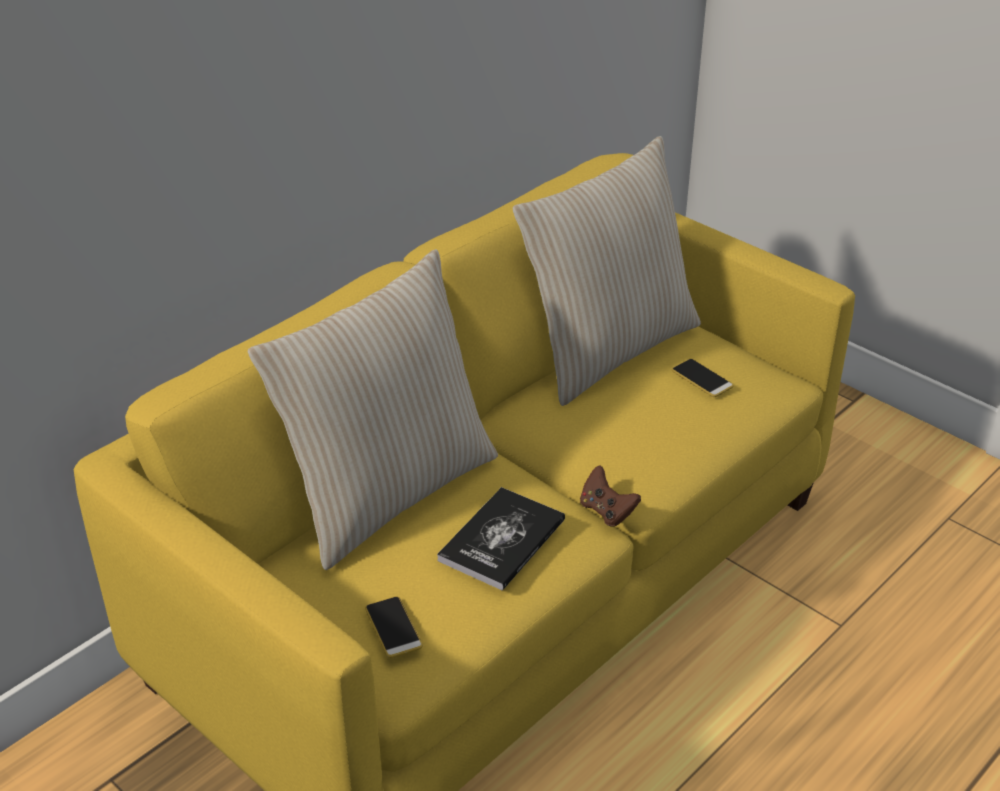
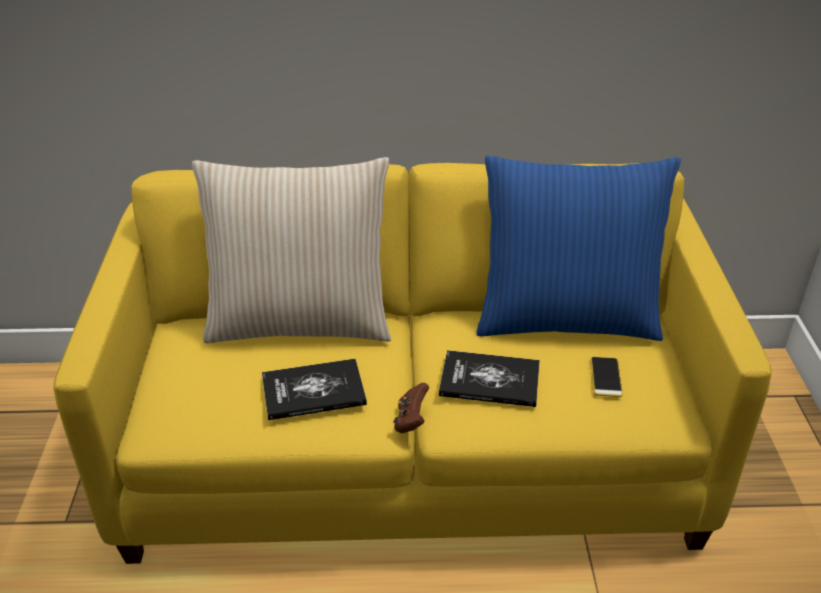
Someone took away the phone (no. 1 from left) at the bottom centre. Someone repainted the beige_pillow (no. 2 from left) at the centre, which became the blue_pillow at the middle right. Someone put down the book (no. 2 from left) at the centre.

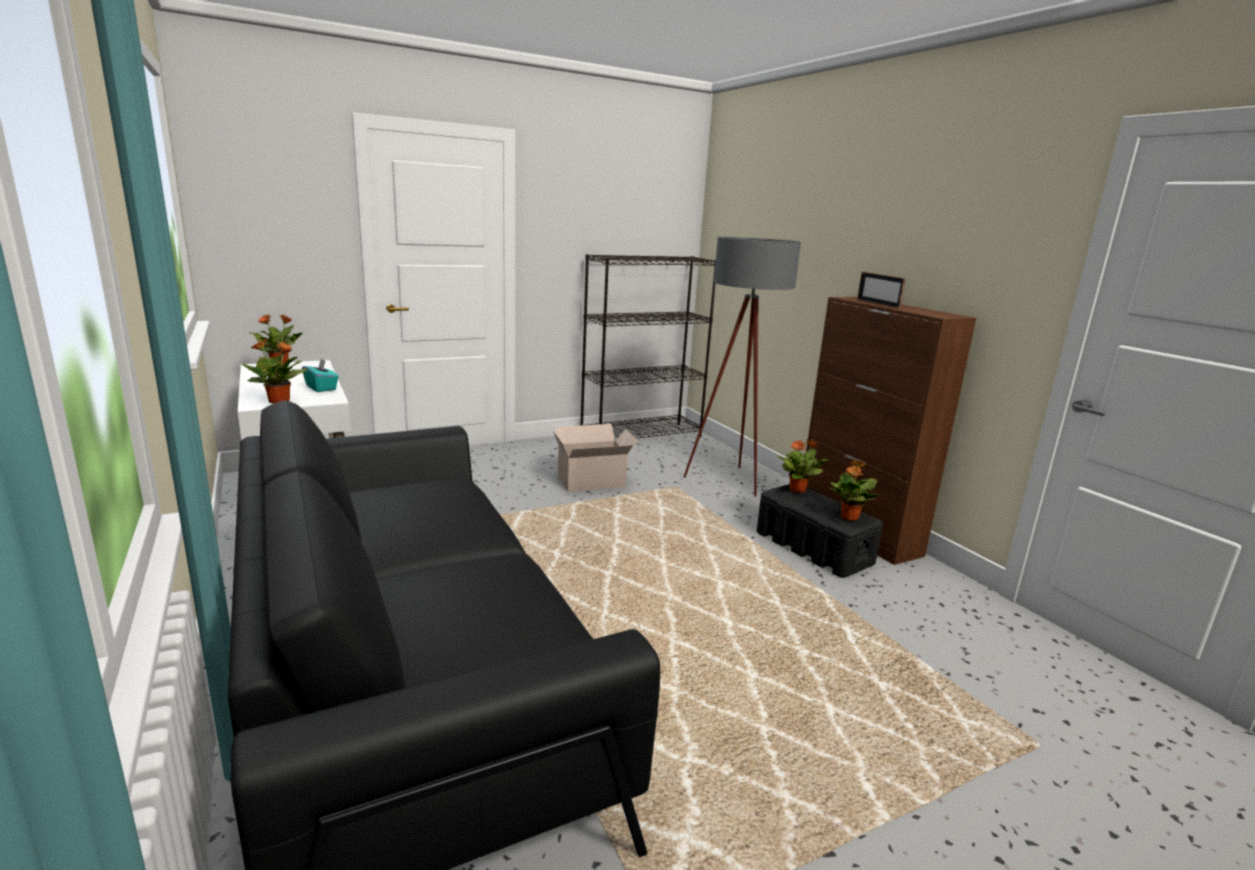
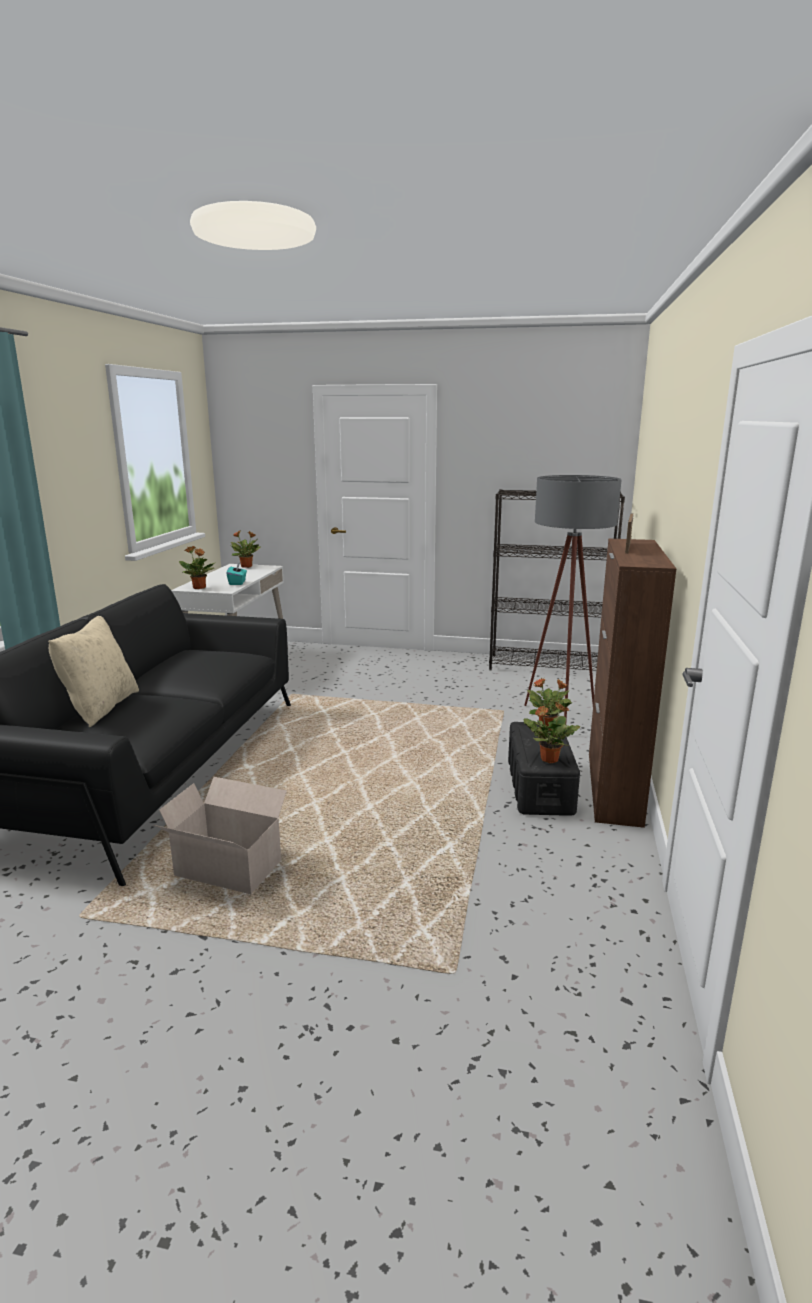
Someone carried the cardboard_box from the centre to the middle left. Someone put down the beige_pillow at the middle left.

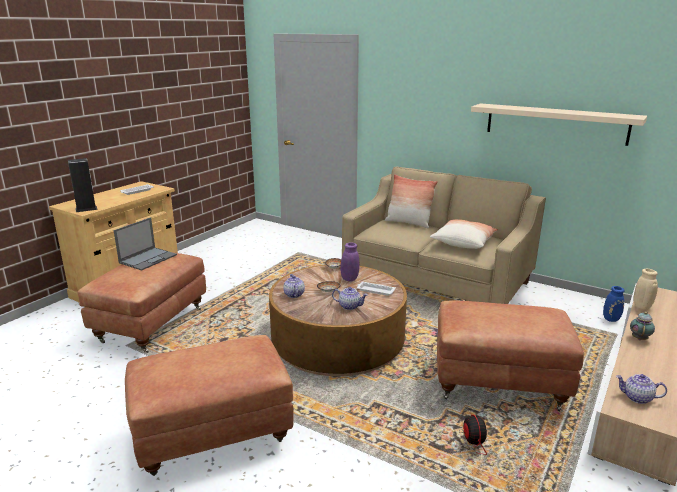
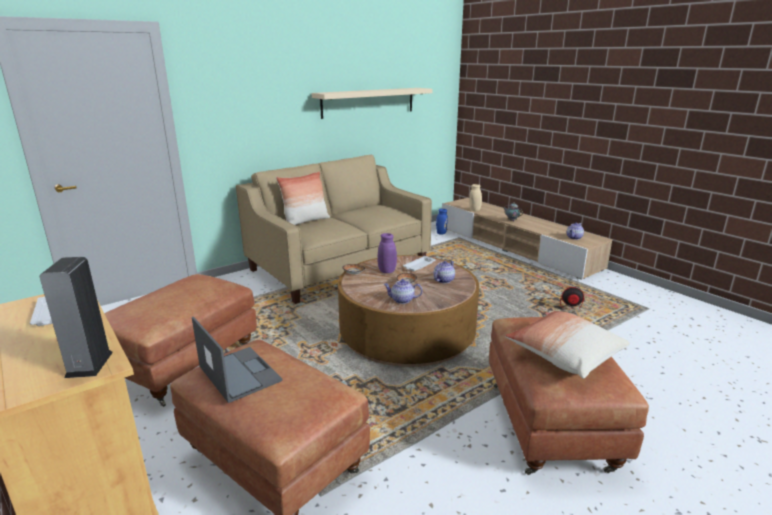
Someone carried the pillow (no. 2 from left) from the middle right to the bottom right. Someone carried the brown_ottoman (no. 3 from left in the first image) from the bottom right to the middle left.

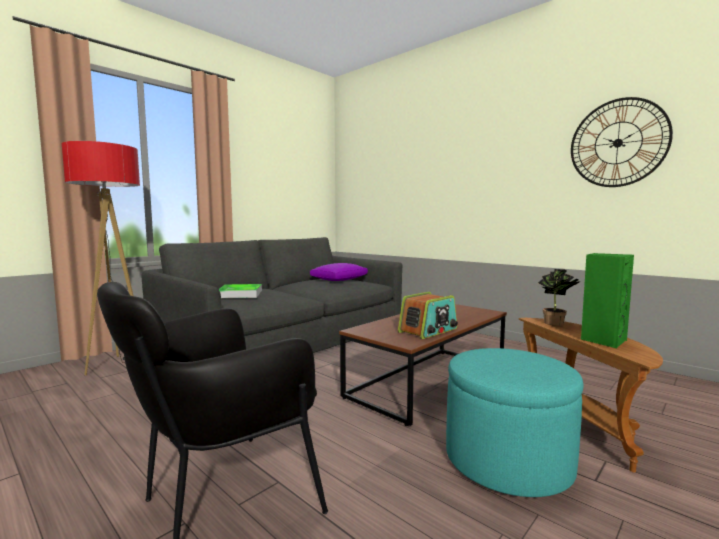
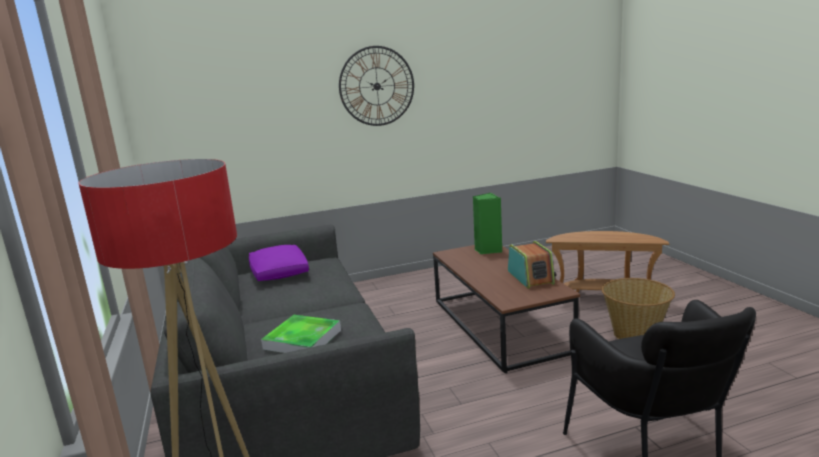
Someone swapped the turquoise_ottoman at the bottom right for the basket at the bottom right. Someone took away the potted_plant at the middle right. Someone carried the wall_clock from the top right to the top centre. Someone carried the green_speaker from the middle right to the centre.

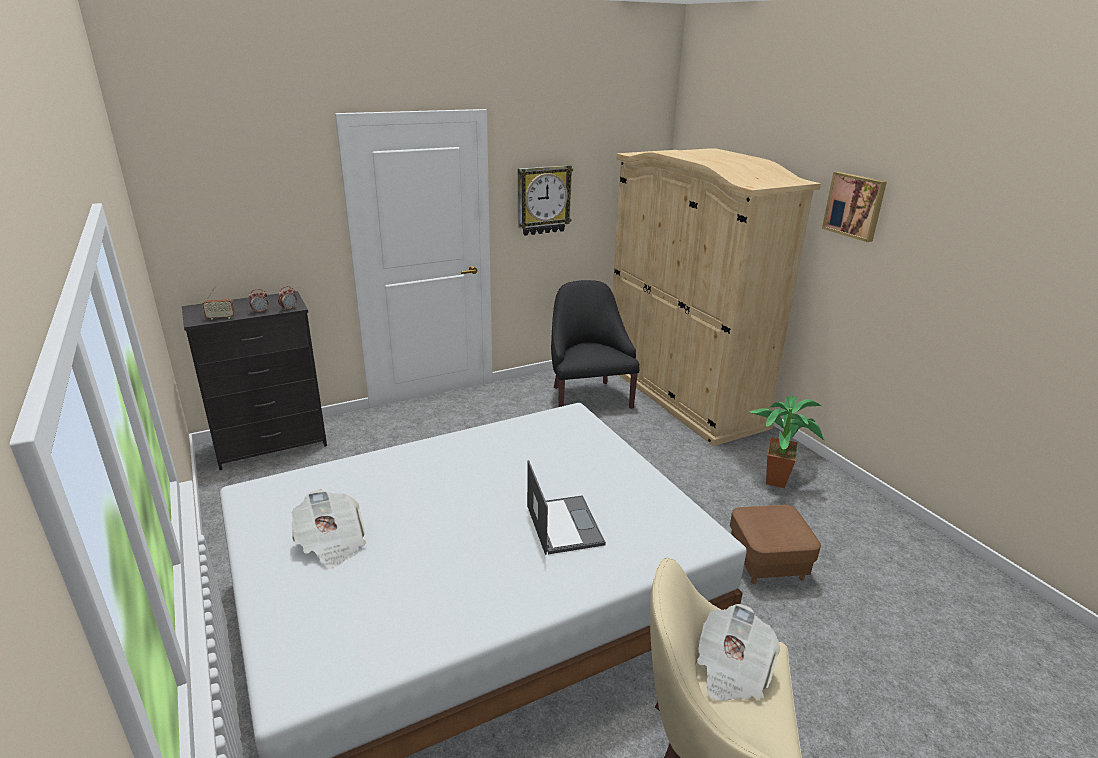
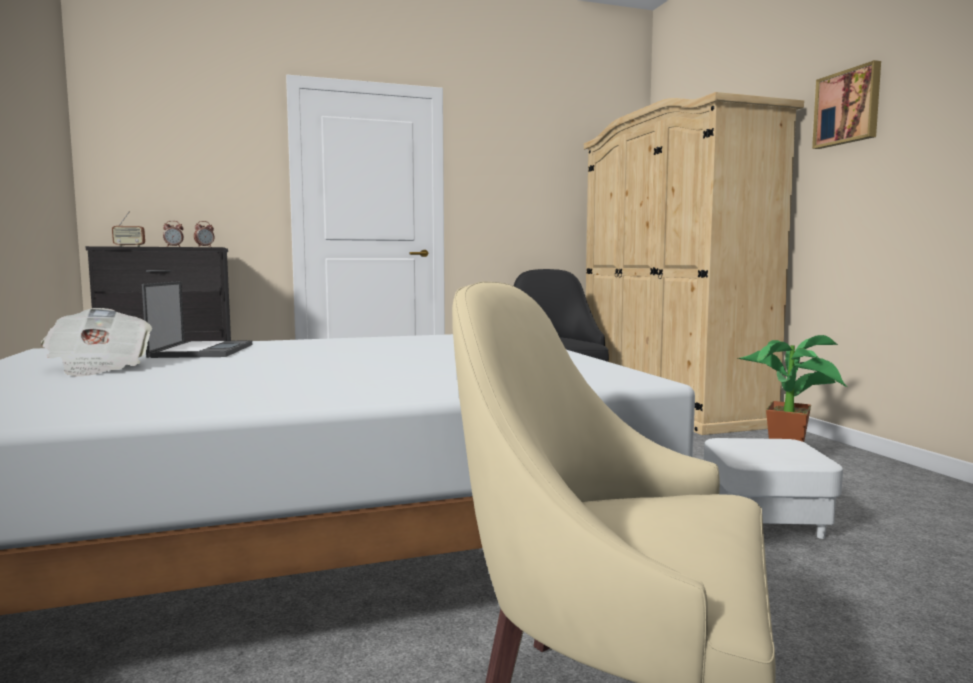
Someone took away the wall_clock at the top centre. Someone carried the laptop from the bottom centre to the middle left. Someone took away the newspaper (no. 2 from left) at the bottom right. Someone repainted the brown_ottoman at the bottom right, which became the white_ottoman at the bottom right.

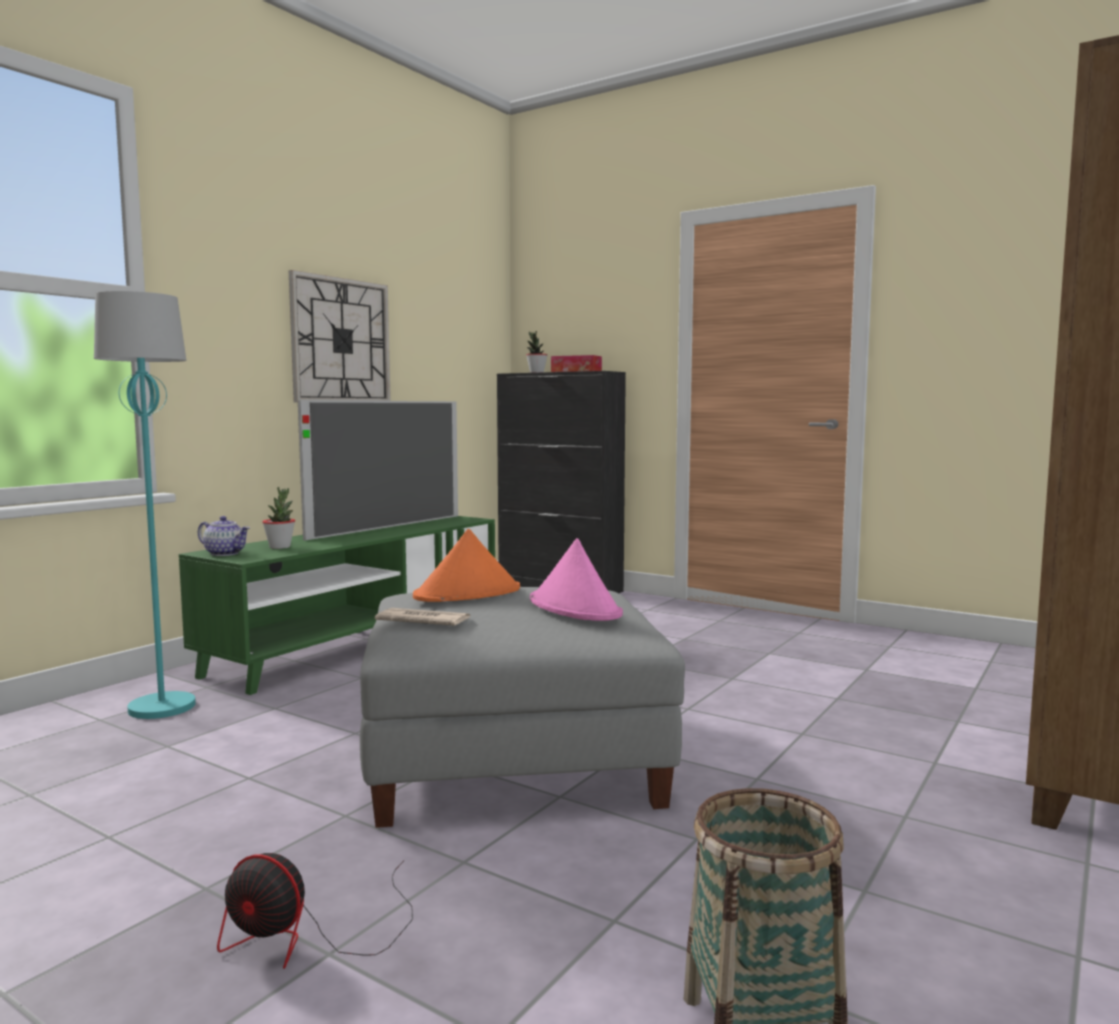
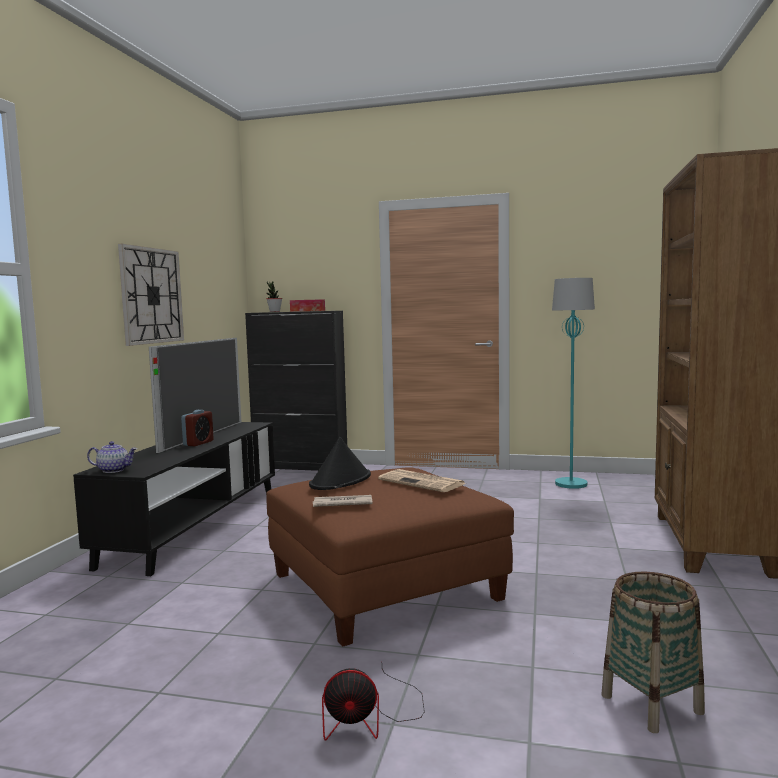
Someone carried the turquoise_floor_lamp from the middle left to the middle right. Someone repainted the green_tv_stand at the middle left, which became the black_tv_stand at the middle left. Someone took away the potted_plant (no. 1 from left) at the middle left. Someone repainted the grey_ottoman at the bottom centre, which became the brown_ottoman at the bottom centre. Someone repainted the orange_hat at the centre, which became the black_hat at the centre. Someone swapped the pink_hat at the centre for the newspaper (no. 2 from left) at the centre. Someone put down the alarm_clock at the middle left.

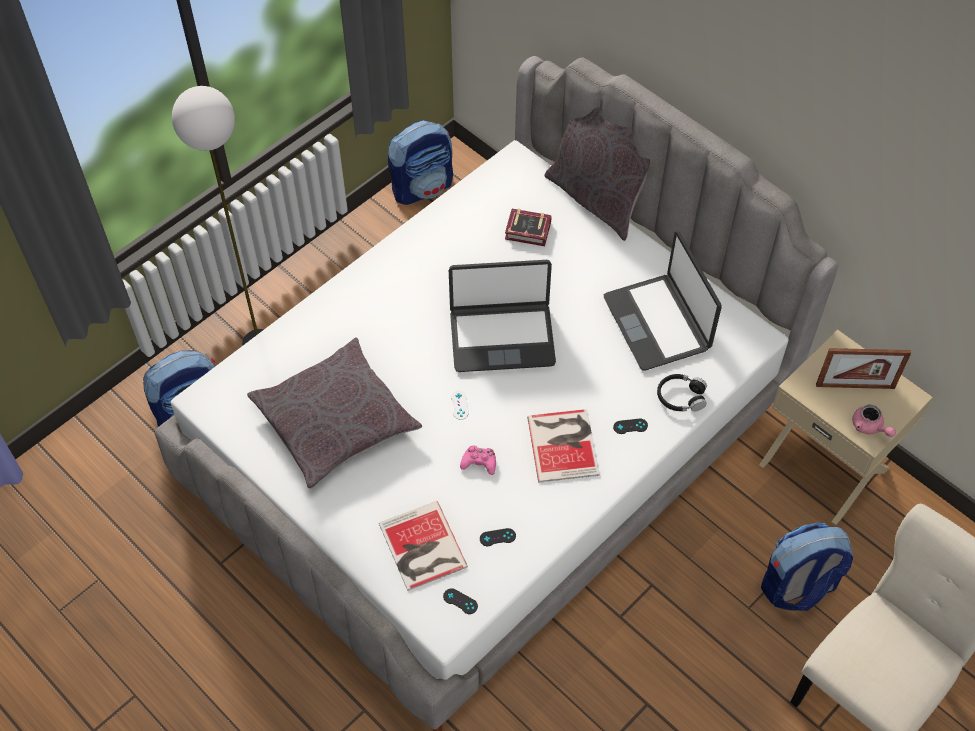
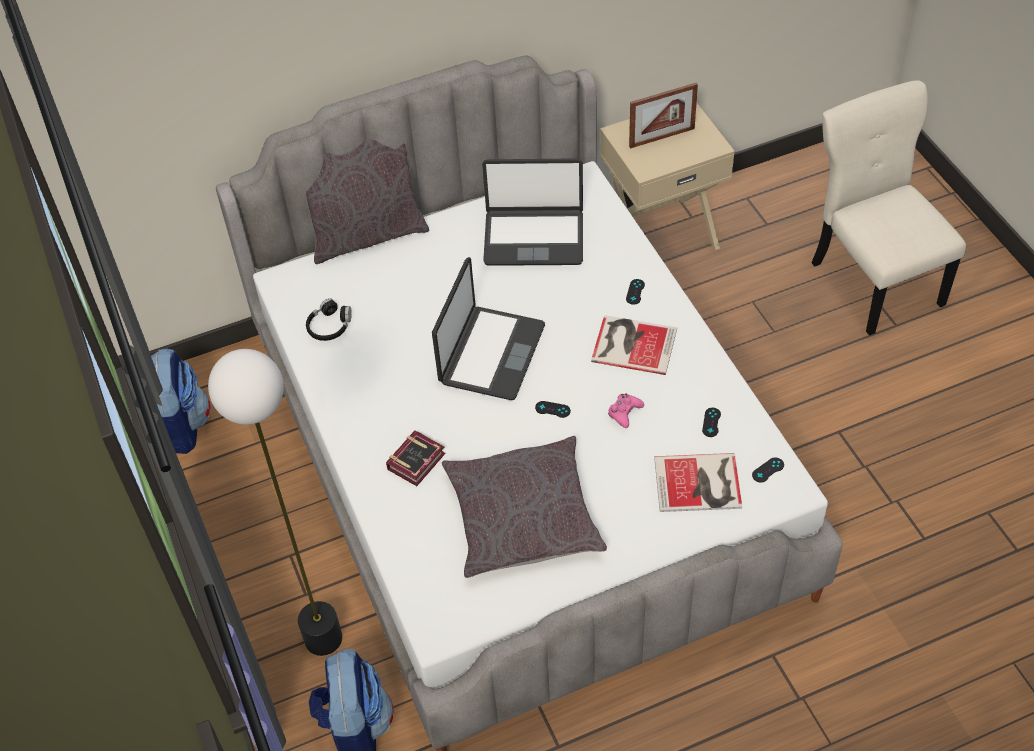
Someone repainted the white_game_controller at the centre, which became the black_game_controller (no. 1 from left) at the centre. Someone carried the book (no. 2 from left in the first image) from the top centre to the centre. Someone carried the black_headphones from the middle right to the middle left. Someone took away the backpack (no. 3 from left) at the bottom right. Someone rotated the picture_frame at the middle right by 45 degrees clockwise. Someone took away the pink_teapot at the middle right.

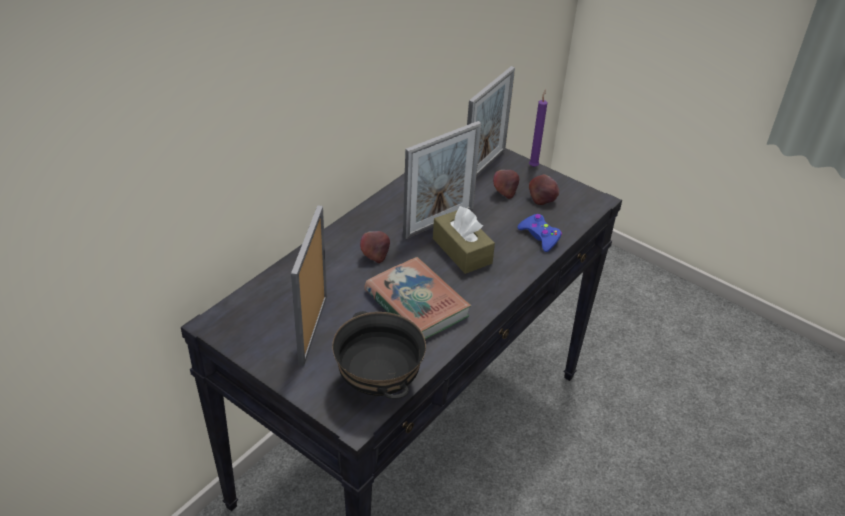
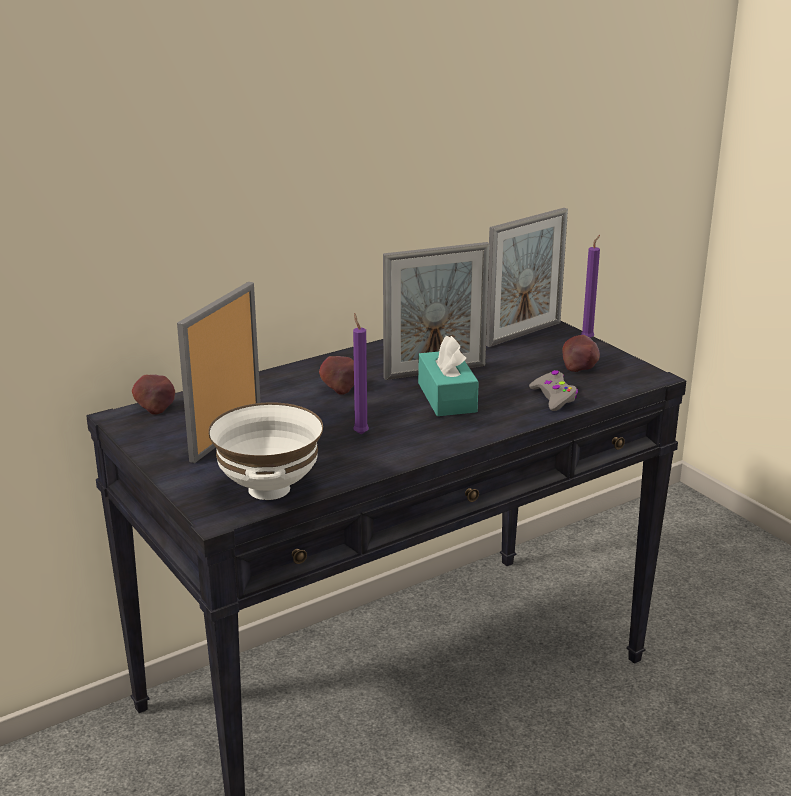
Someone repainted the black_bowl at the bottom centre, which became the white_bowl at the centre. Someone swapped the book at the centre for the purple_candle (no. 1 from left) at the centre. Someone repainted the brown_tissue_box at the centre, which became the turquoise_tissue_box at the centre. Someone carried the apple (no. 2 from left in the first image) from the centre to the middle left. Someone repainted the blue_game_controller at the centre, which became the grey_game_controller at the middle right.

